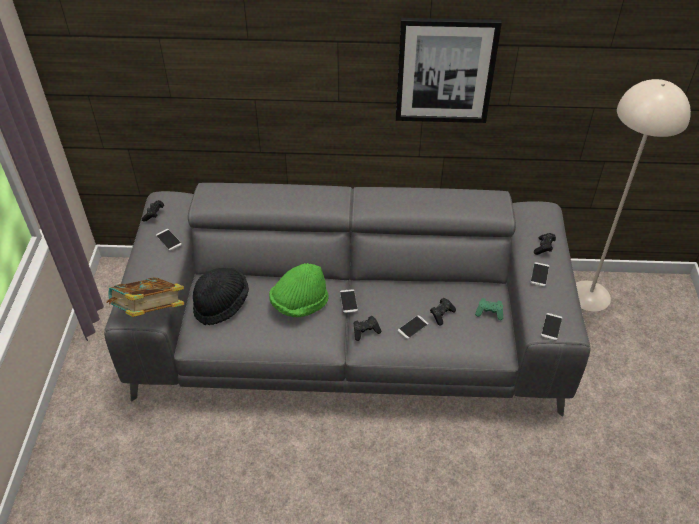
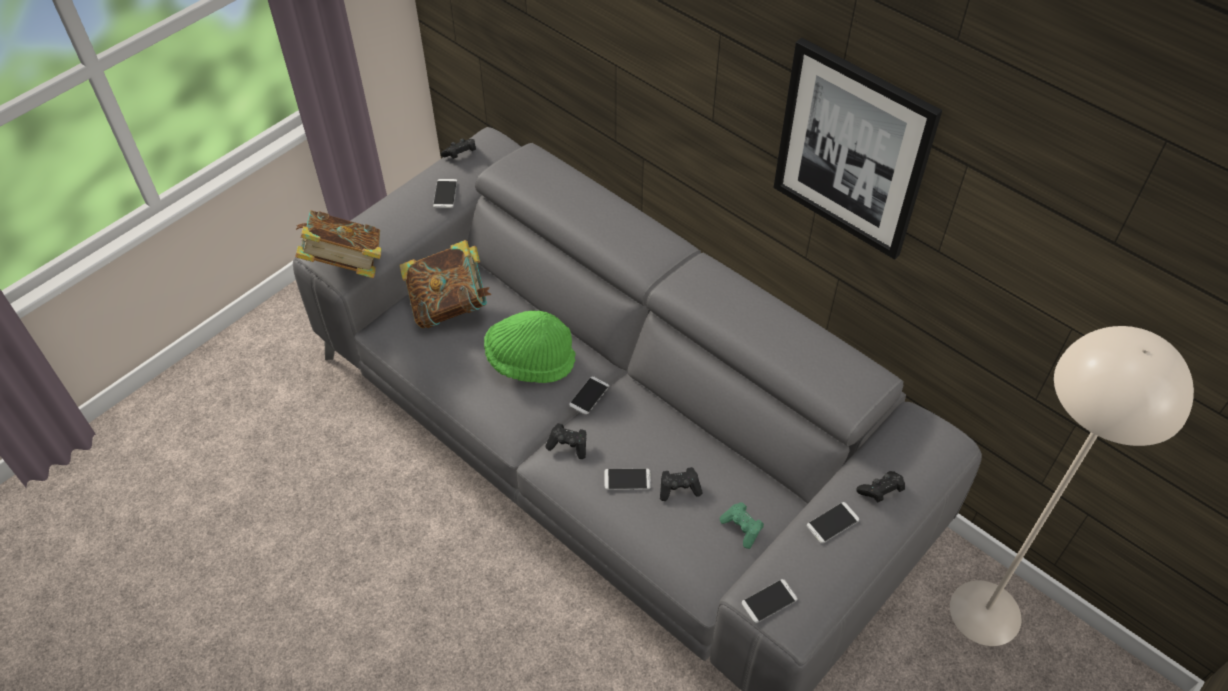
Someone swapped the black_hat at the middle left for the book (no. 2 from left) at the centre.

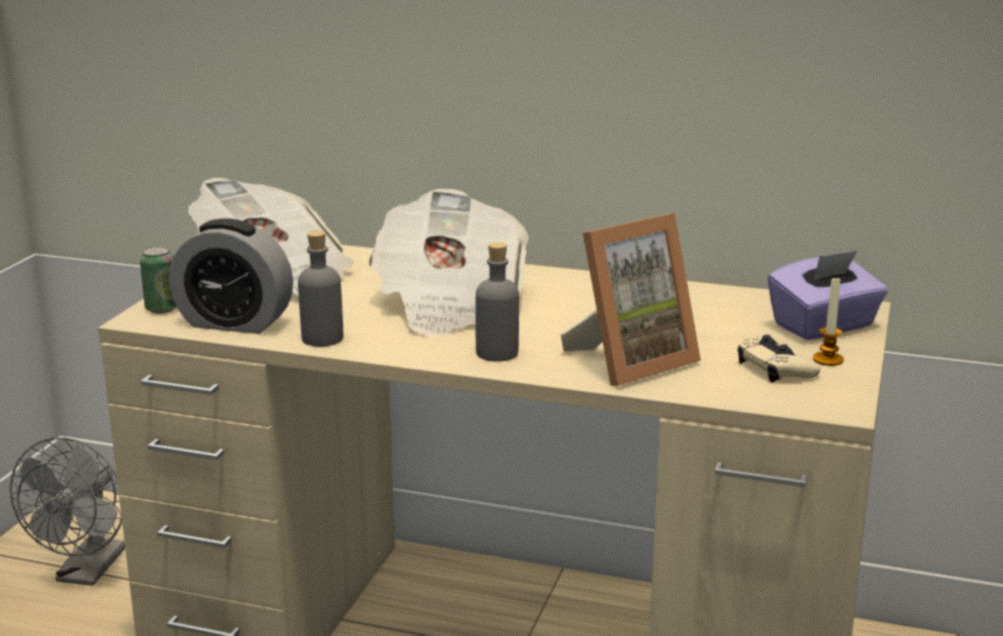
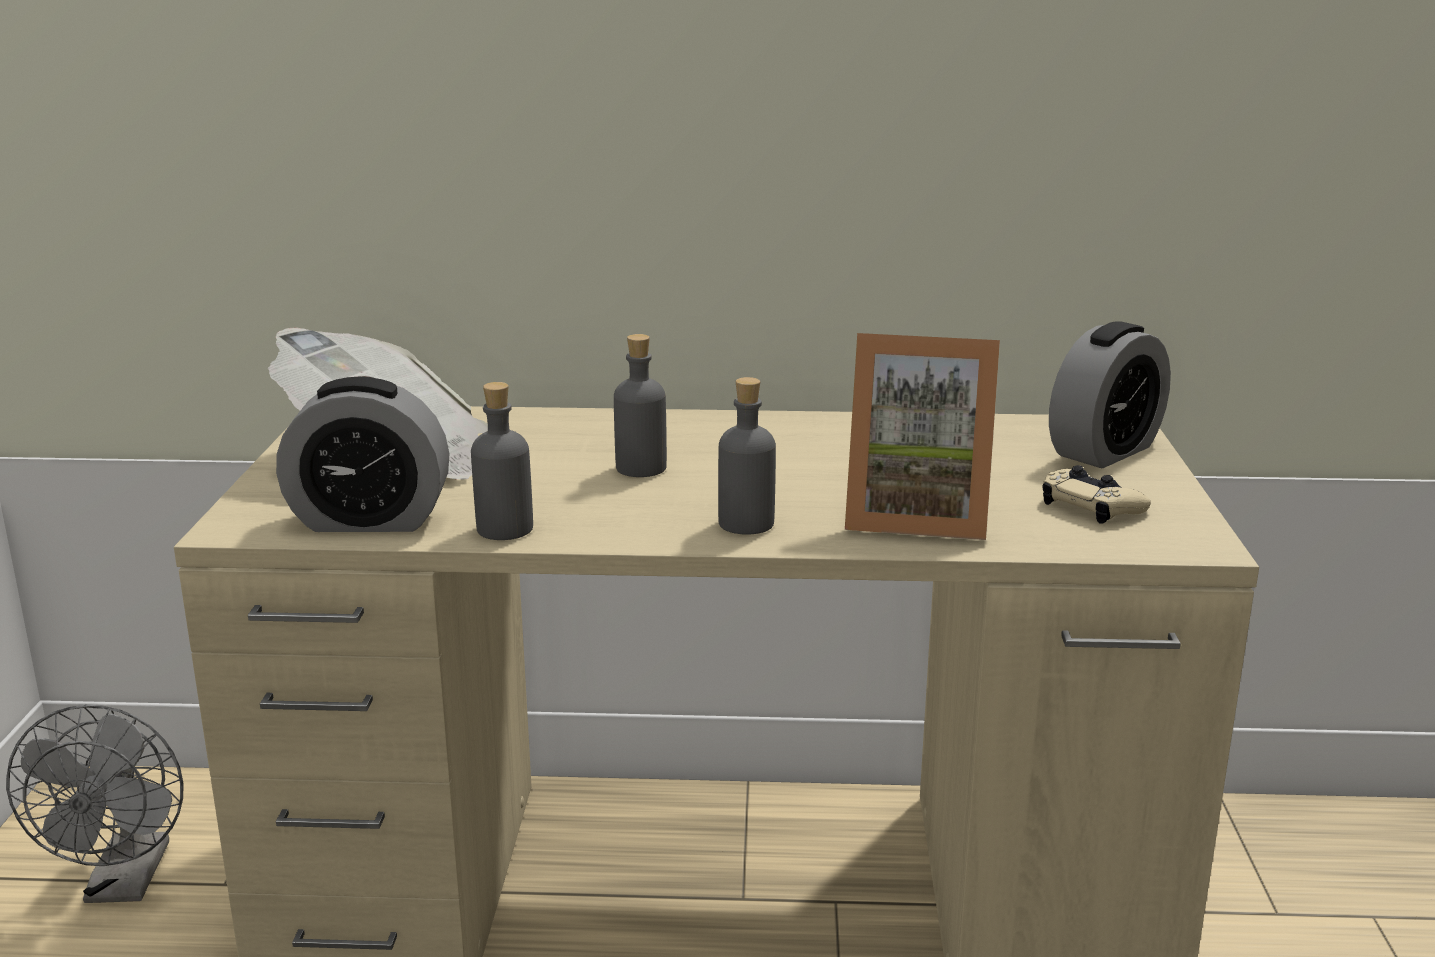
Someone took away the can at the middle left. Someone swapped the newspaper (no. 2 from left) at the centre for the grey_bottle (no. 2 from left) at the centre. Someone rotated the picture_frame at the centre by 60 degrees clockwise. Someone swapped the purple_tissue_box at the middle right for the alarm_clock (no. 2 from left) at the middle right. Someone took away the candle at the middle right.

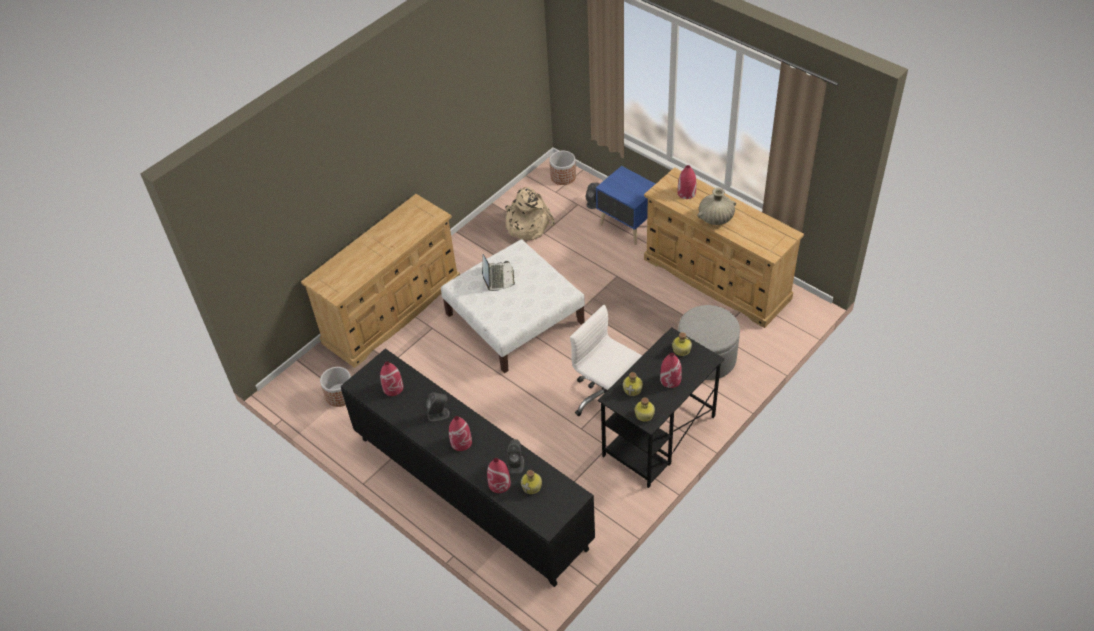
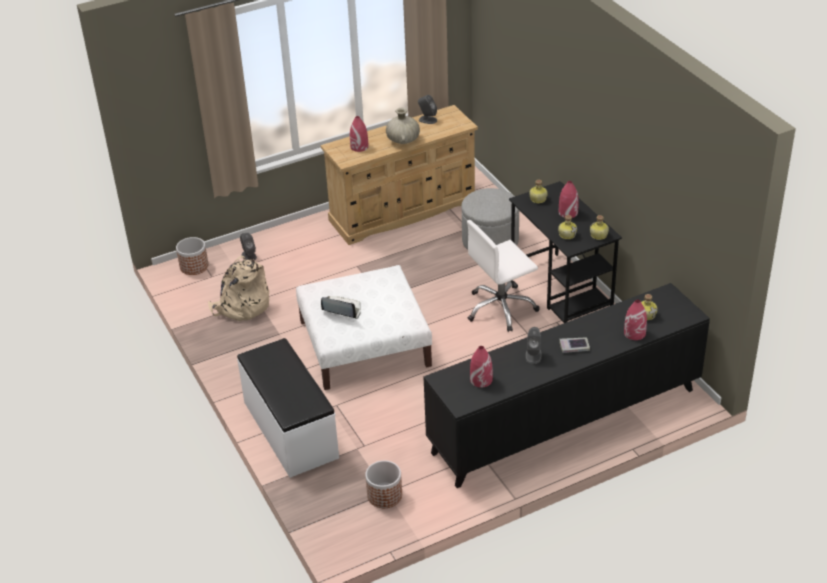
Someone swapped the beige_dresser (no. 1 from left) at the centre for the white_bench at the bottom centre. Someone swapped the red_vase (no. 2 from left) at the bottom centre for the book at the middle right. Someone carried the grey_speaker (no. 2 from left) from the bottom centre to the top centre. Someone took away the blue_nightstand at the top centre.

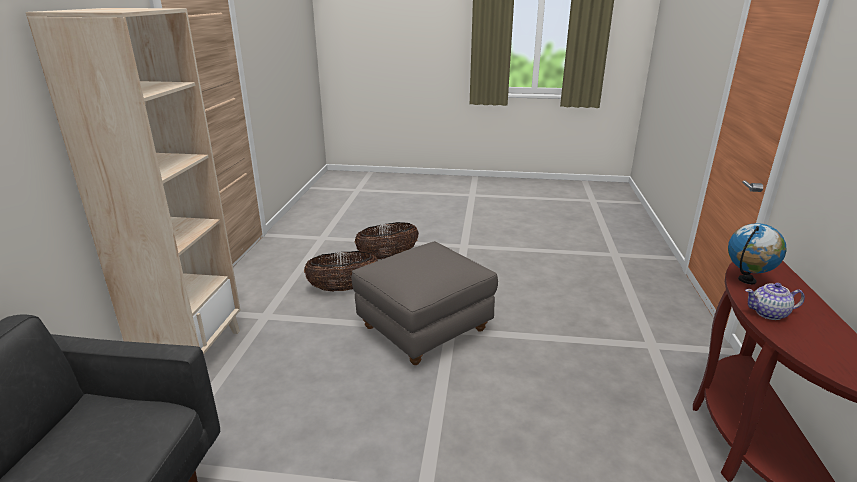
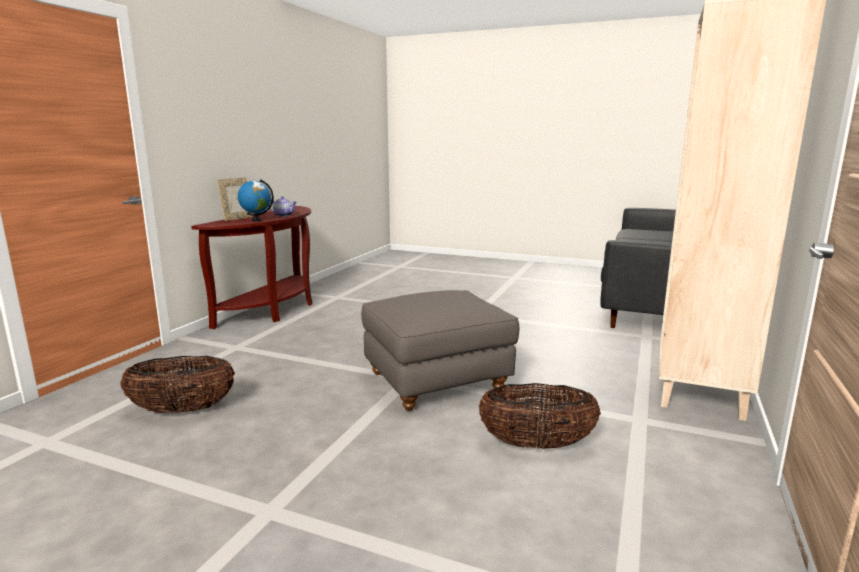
Someone carried the basket (no. 2 from left in the first image) from the centre to the bottom left. Someone put down the picture_frame at the middle left.

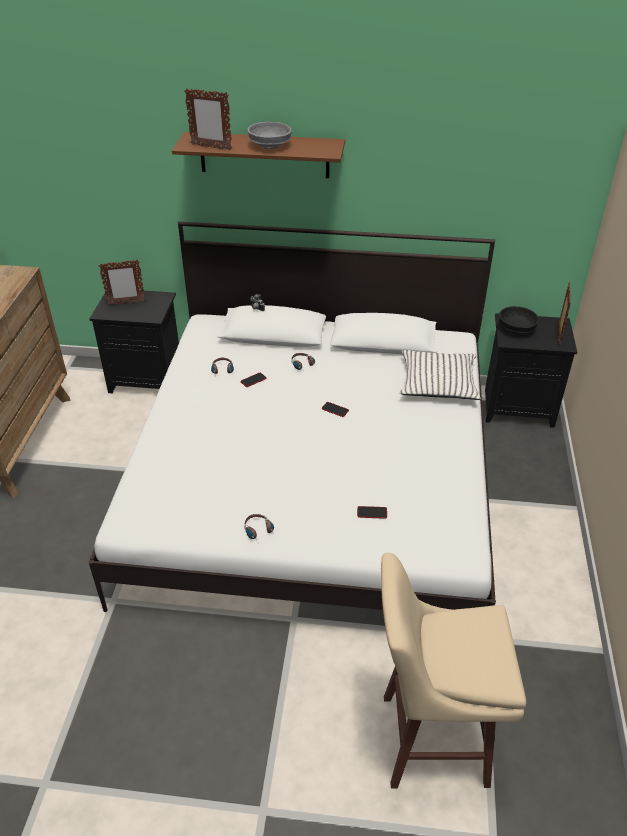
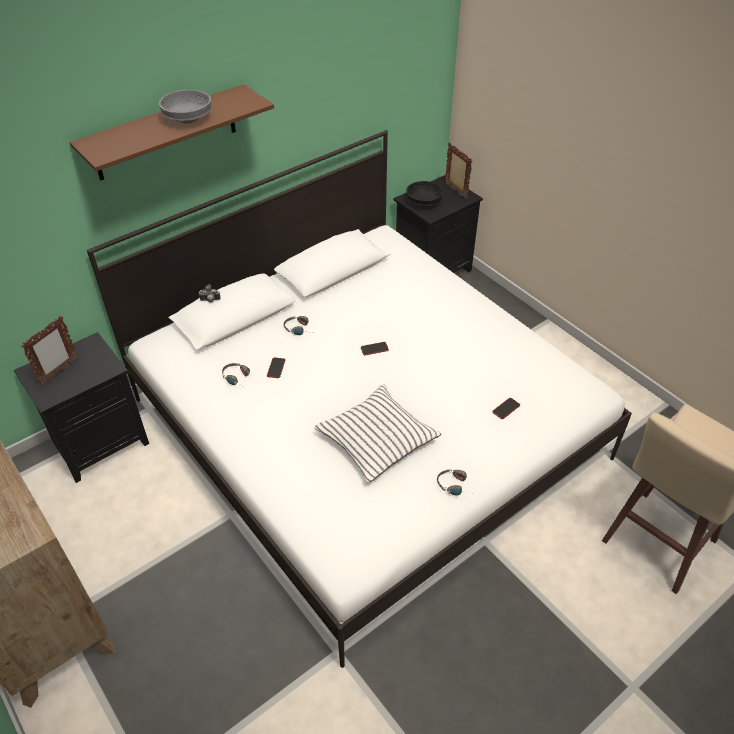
Someone took away the picture_frame (no. 2 from left) at the top left. Someone carried the white_pillow from the middle right to the centre.

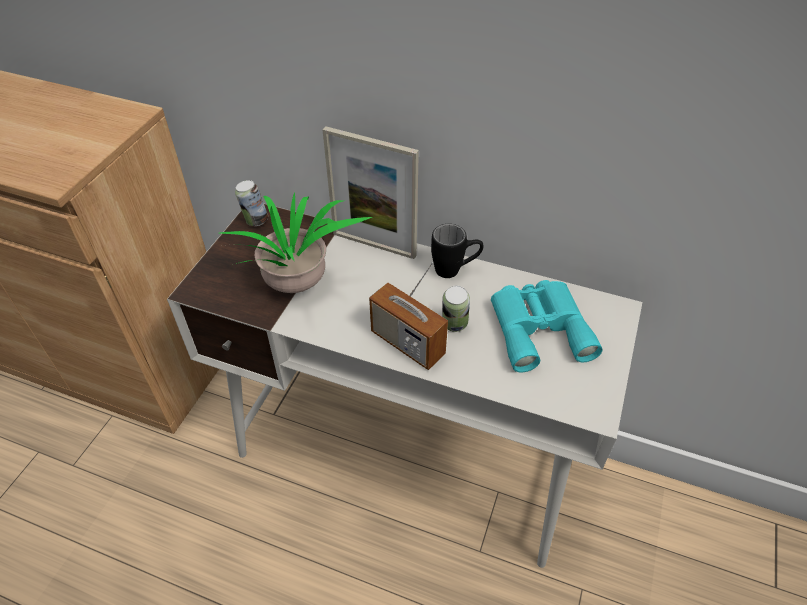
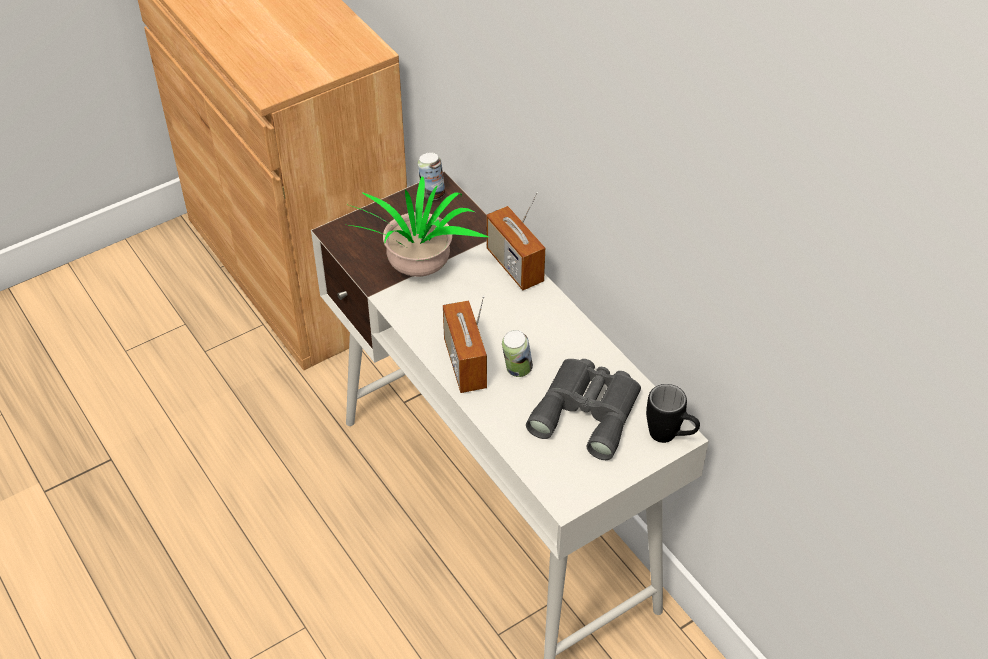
Someone swapped the picture_frame at the top centre for the radio (no. 2 from left) at the centre. Someone carried the black_mug from the centre to the middle right. Someone repainted the turquoise_binoculars at the middle right, which became the grey_binoculars at the centre.

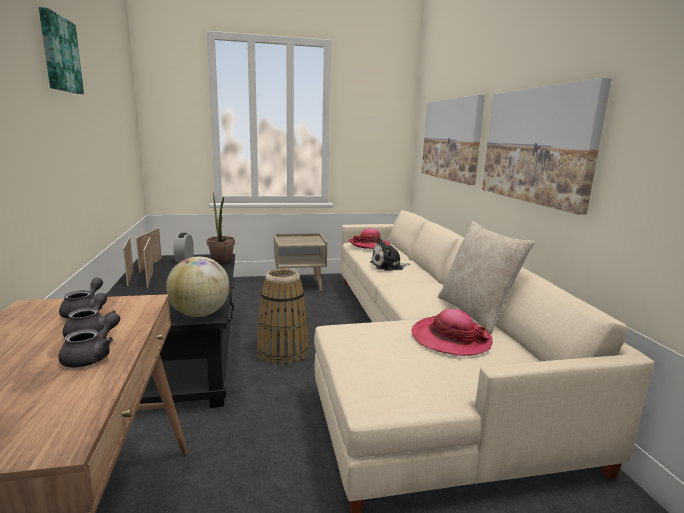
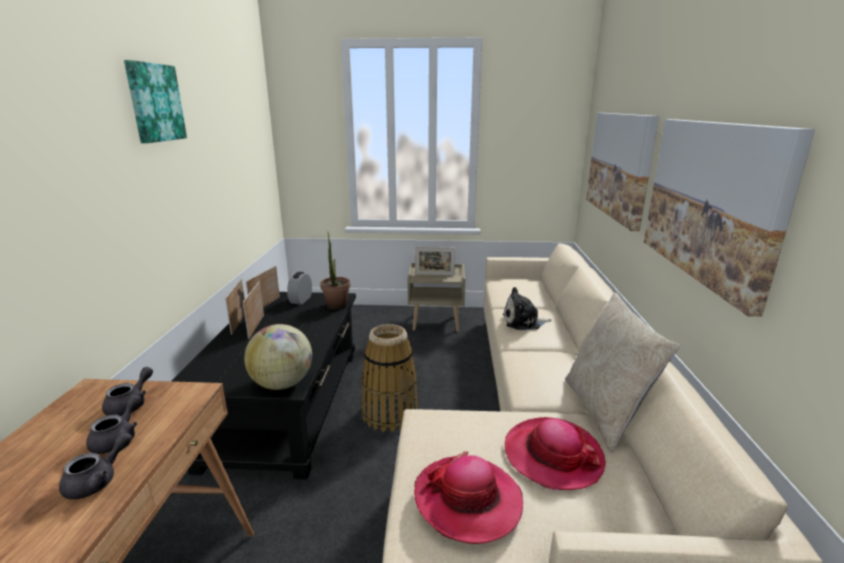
Someone carried the hat (no. 1 from left) from the centre to the bottom centre. Someone put down the picture_frame (no. 4 from left) at the centre.

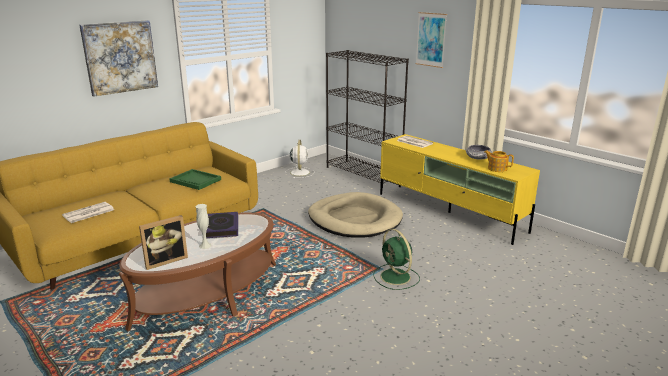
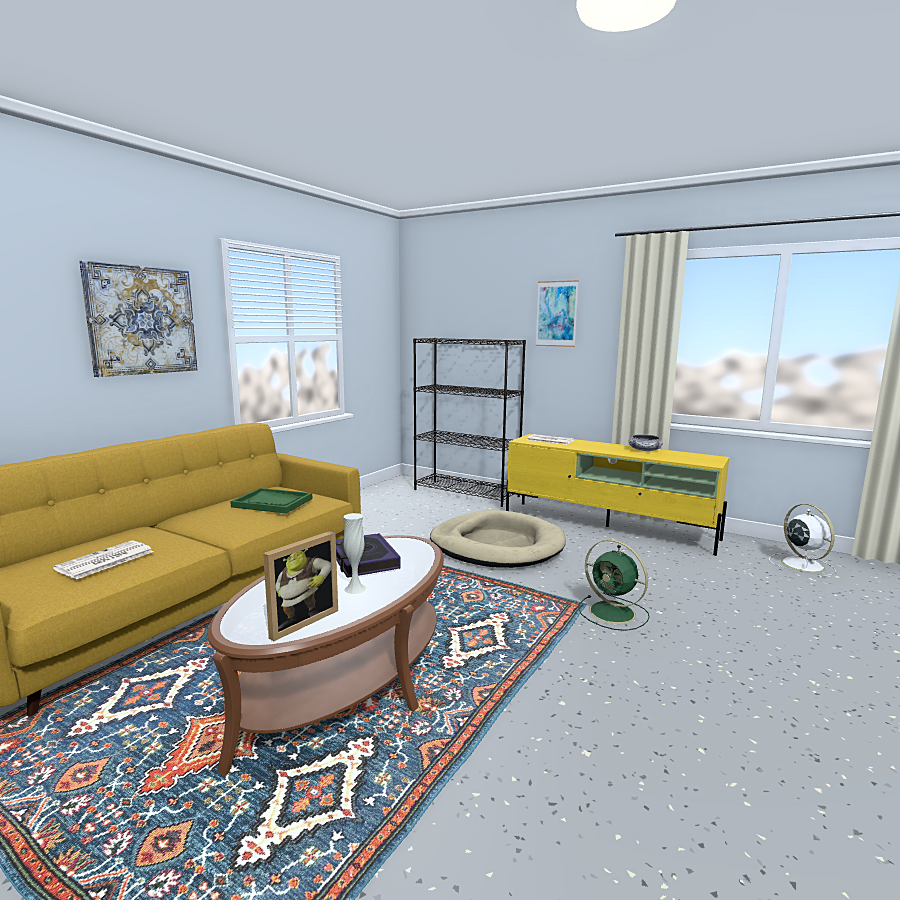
Someone carried the white_fan from the centre to the middle right. Someone took away the teapot at the middle right.

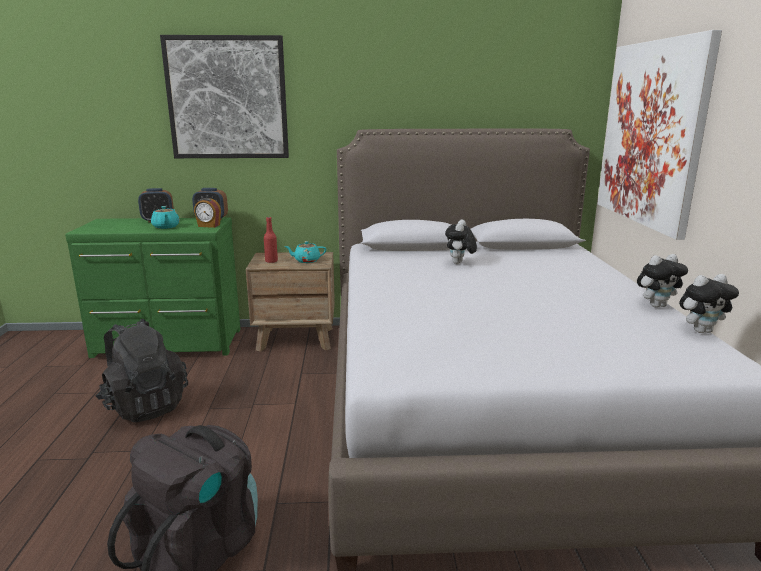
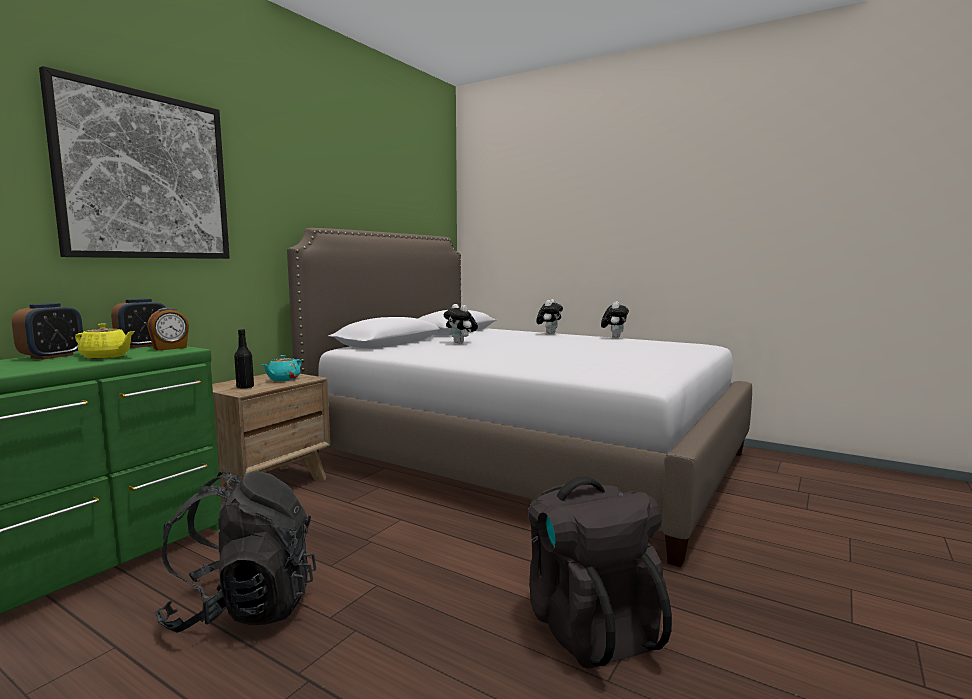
Someone repainted the turquoise_teapot (no. 1 from left) at the middle left, which became the yellow_teapot at the middle left. Someone repainted the red_bottle at the centre, which became the black_bottle at the middle left. Someone took away the picture (no. 2 from left) at the top right. Someone carried the plush_toy (no. 3 from left in the first image) from the middle right to the centre.

